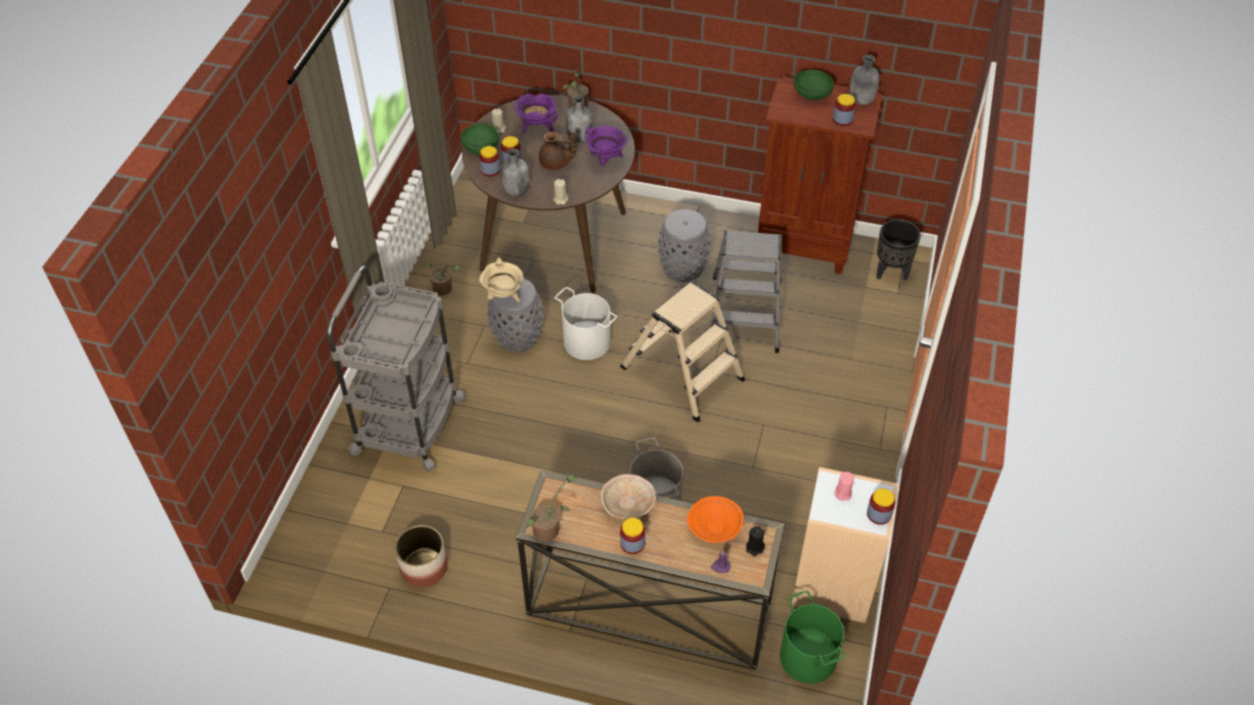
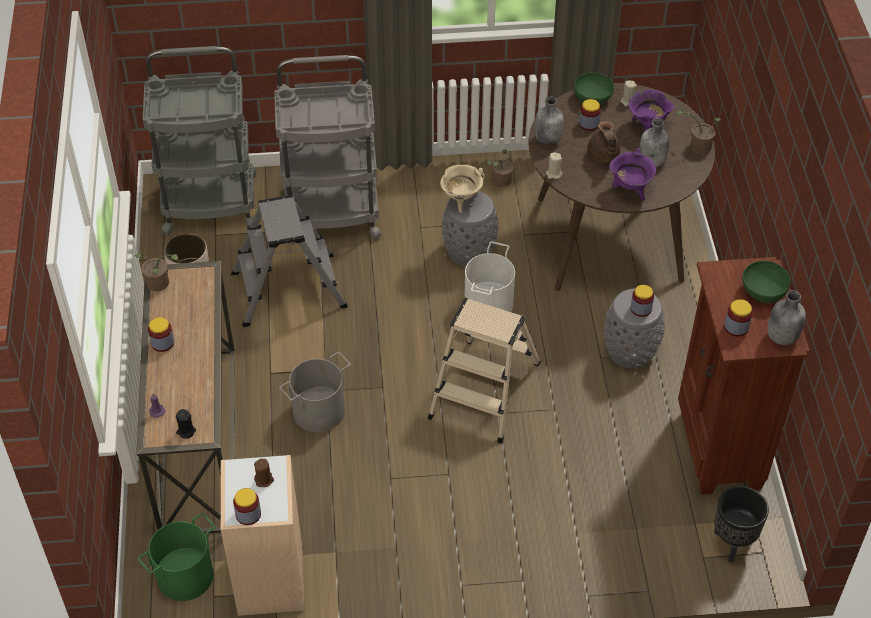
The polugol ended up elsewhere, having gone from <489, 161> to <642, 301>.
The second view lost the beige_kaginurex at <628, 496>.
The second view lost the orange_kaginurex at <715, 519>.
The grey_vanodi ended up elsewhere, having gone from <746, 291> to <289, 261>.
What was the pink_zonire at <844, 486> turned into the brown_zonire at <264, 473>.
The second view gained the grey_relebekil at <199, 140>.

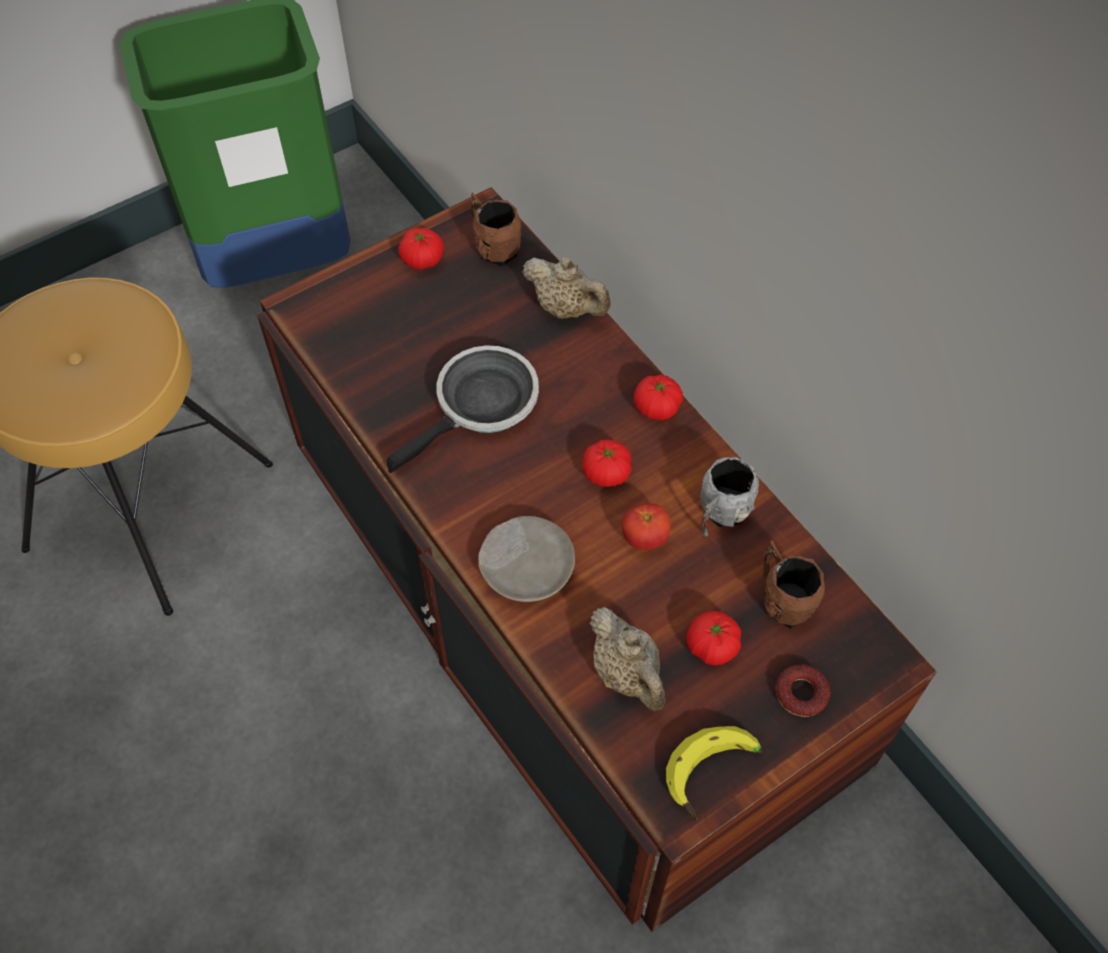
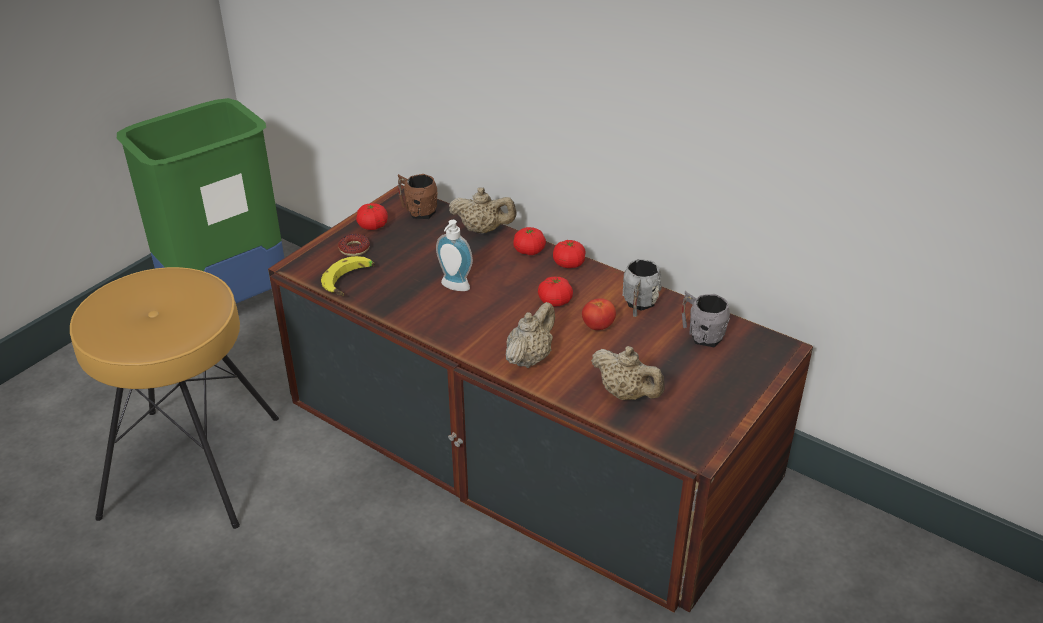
Where the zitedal stood at <463, 409>, the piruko came to stand at <454, 255>.
Where the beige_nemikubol stood at <526, 559>, the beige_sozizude came to stand at <530, 335>.
The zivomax ended up elsewhere, having gone from <714, 773> to <348, 276>.
The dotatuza ended up elsewhere, having gone from <713, 638> to <529, 241>.
What was the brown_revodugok at <793, 584> turned into the grey_revodugok at <706, 319>.
The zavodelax ended up elsewhere, having gone from <803, 690> to <354, 245>.

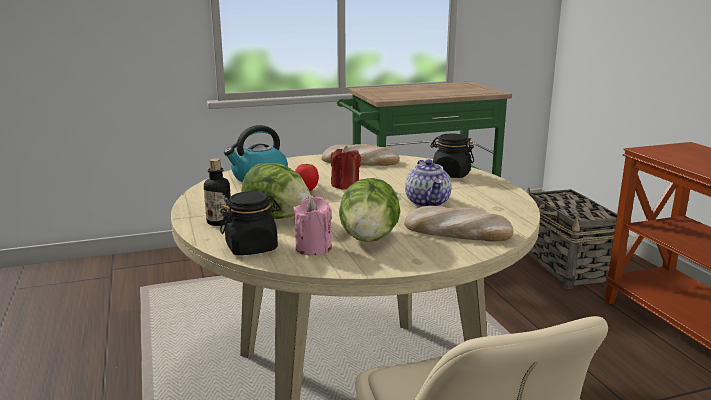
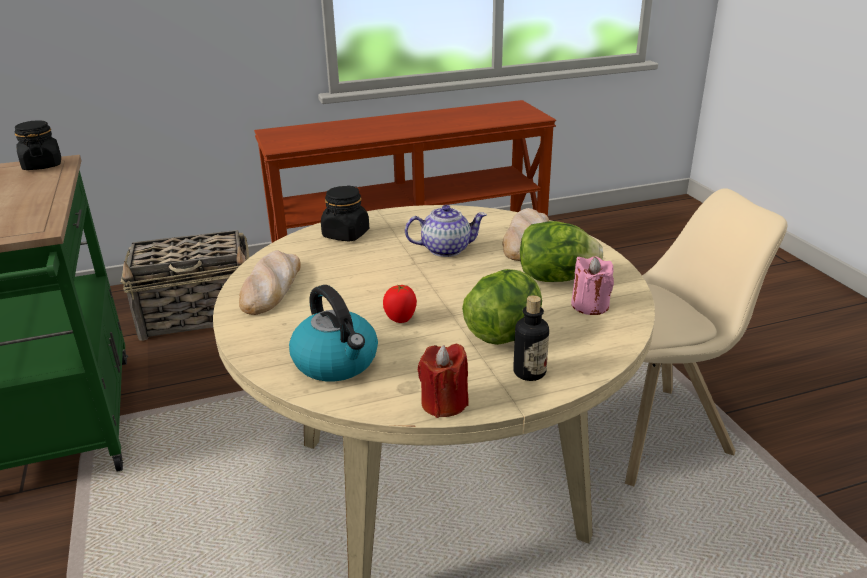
The black_polugol ended up elsewhere, having gone from <250, 223> to <38, 145>.
The red_zonire ended up elsewhere, having gone from <346, 168> to <443, 381>.

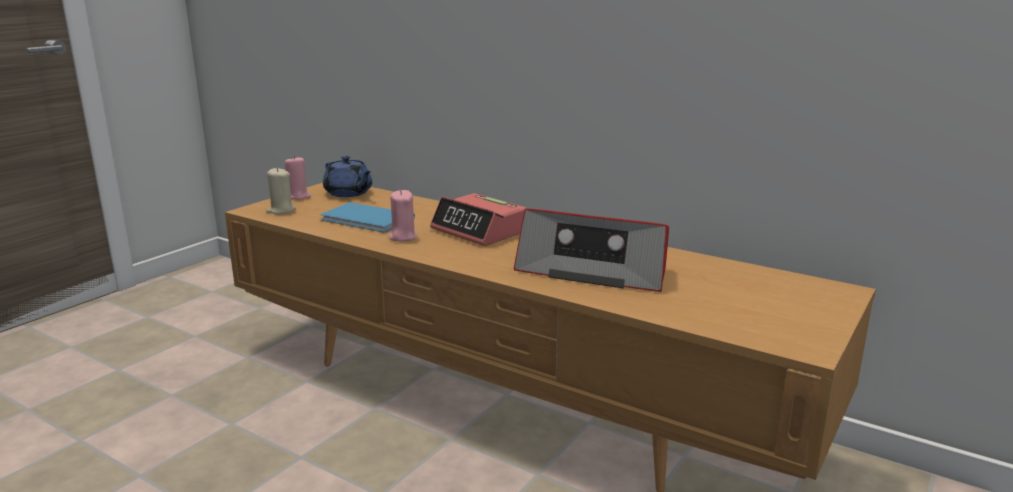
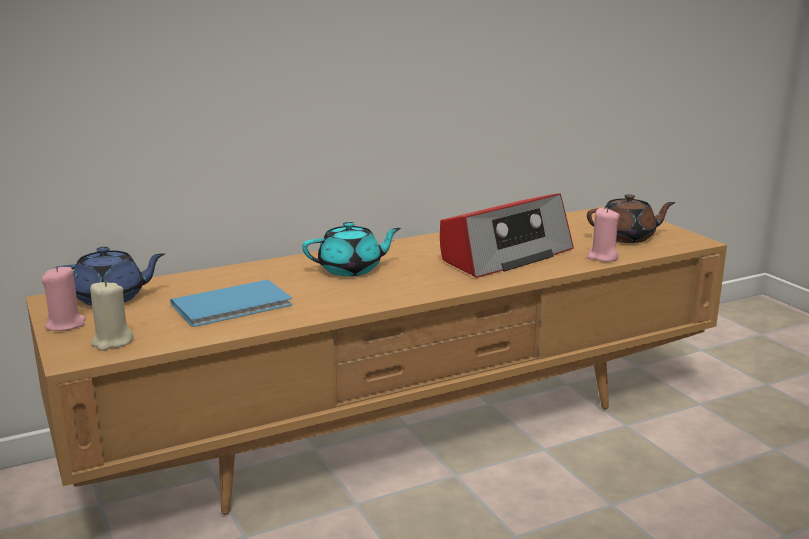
The pink_zonire ended up elsewhere, having gone from <403, 216> to <603, 235>.
Where the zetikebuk stood at <478, 219>, the turquoise_sozizude came to stand at <351, 249>.
The second view gained the brown_sozizude at <631, 218>.

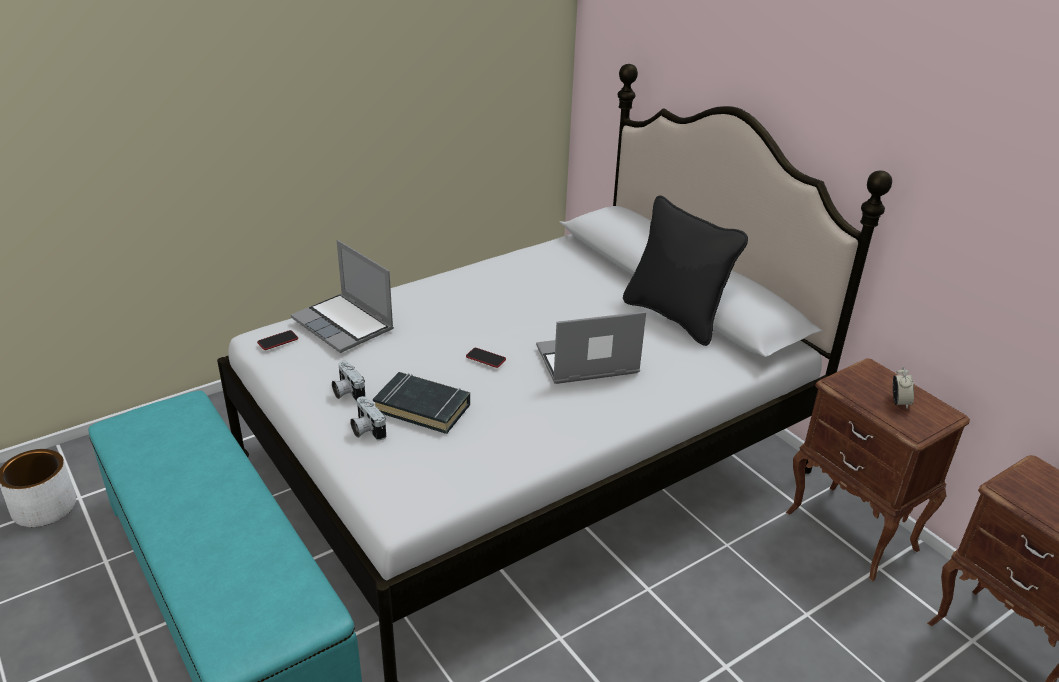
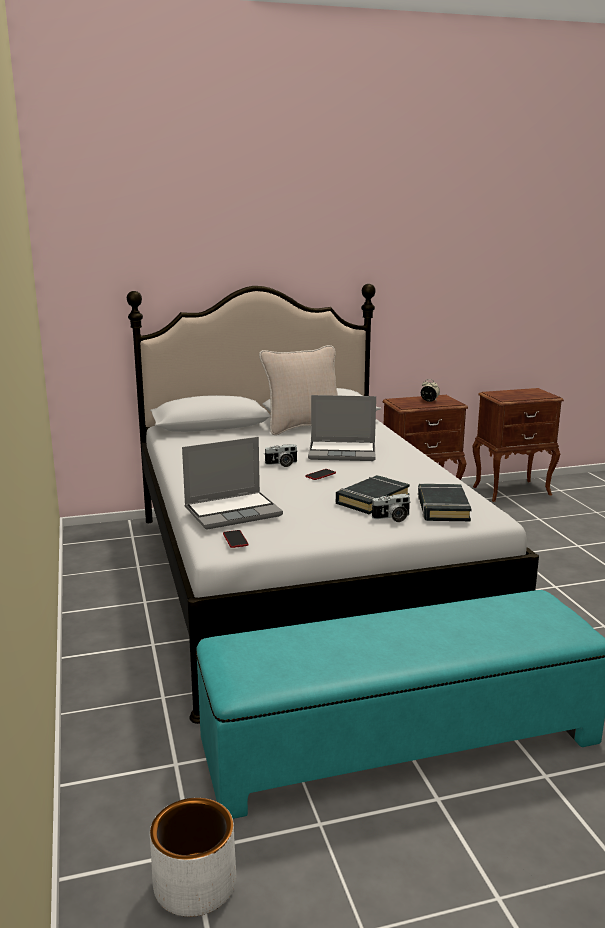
The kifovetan ended up elsewhere, having gone from <348, 381> to <281, 455>.
The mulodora at <591, 347> ended up facing another way, 90 degrees counterclockwise from before.
What was the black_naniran at <685, 271> turned into the beige_naniran at <298, 390>.
The second view gained the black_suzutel at <445, 502>.

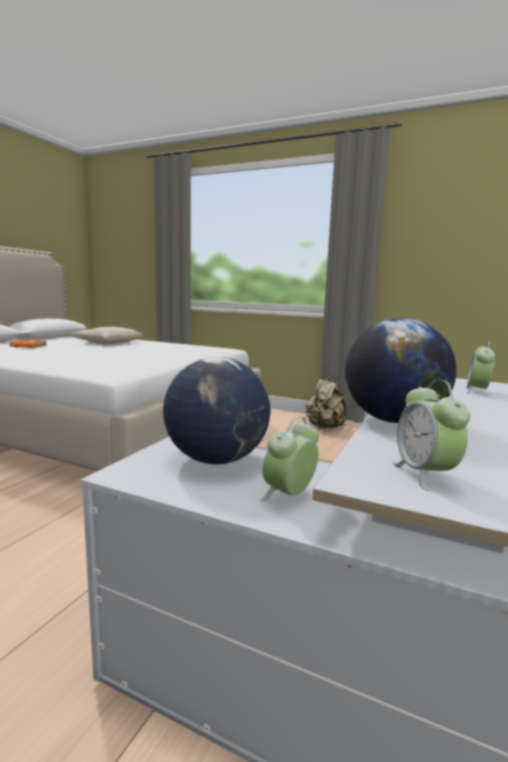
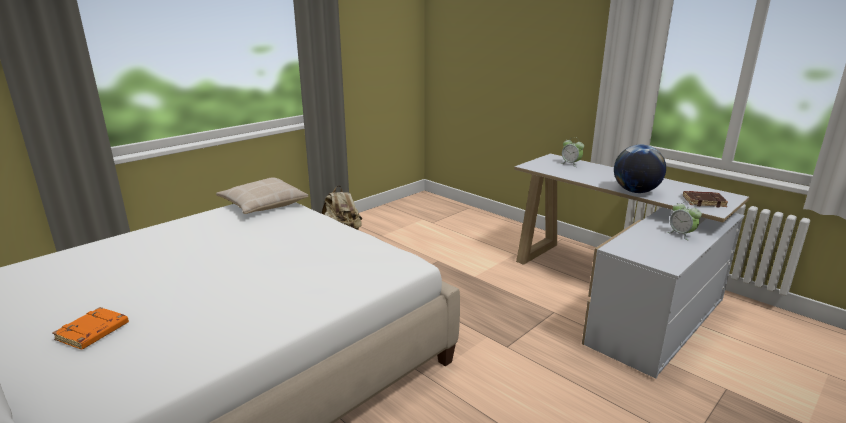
The beige_naniran ended up elsewhere, having gone from <107, 336> to <262, 195>.
The second view lost the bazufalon at <217, 411>.
Where the zetikebuk stood at <431, 435>, the brown_suzutel came to stand at <705, 199>.

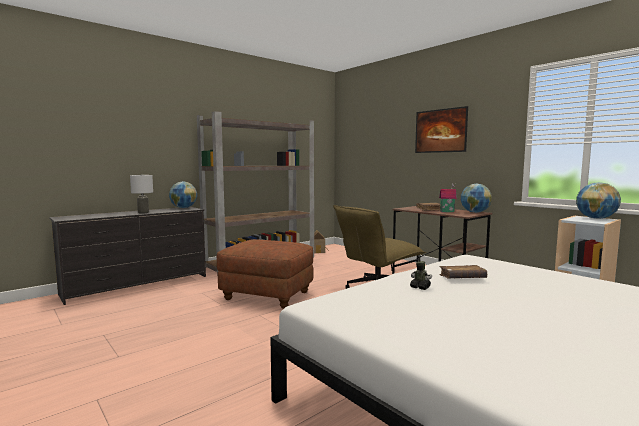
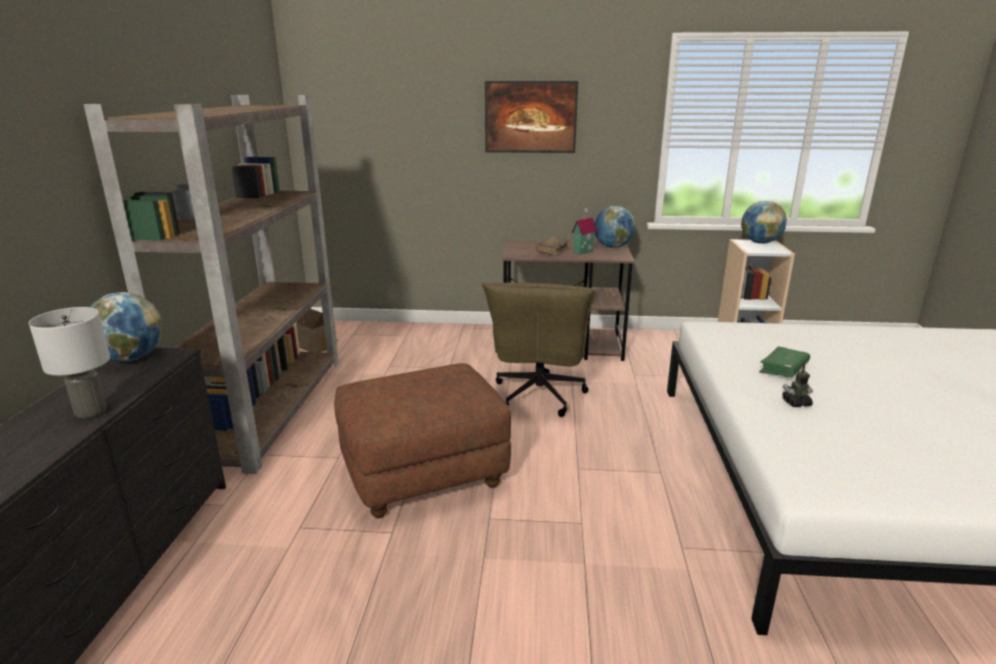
What was the brown_suzutel at <463, 271> turned into the green_suzutel at <784, 361>.

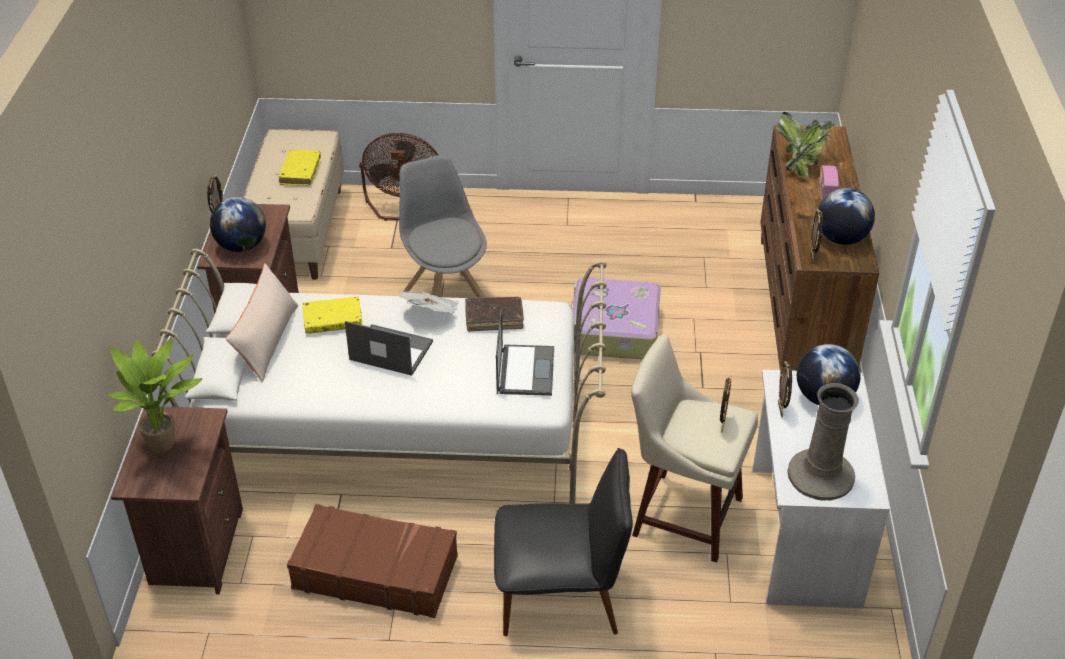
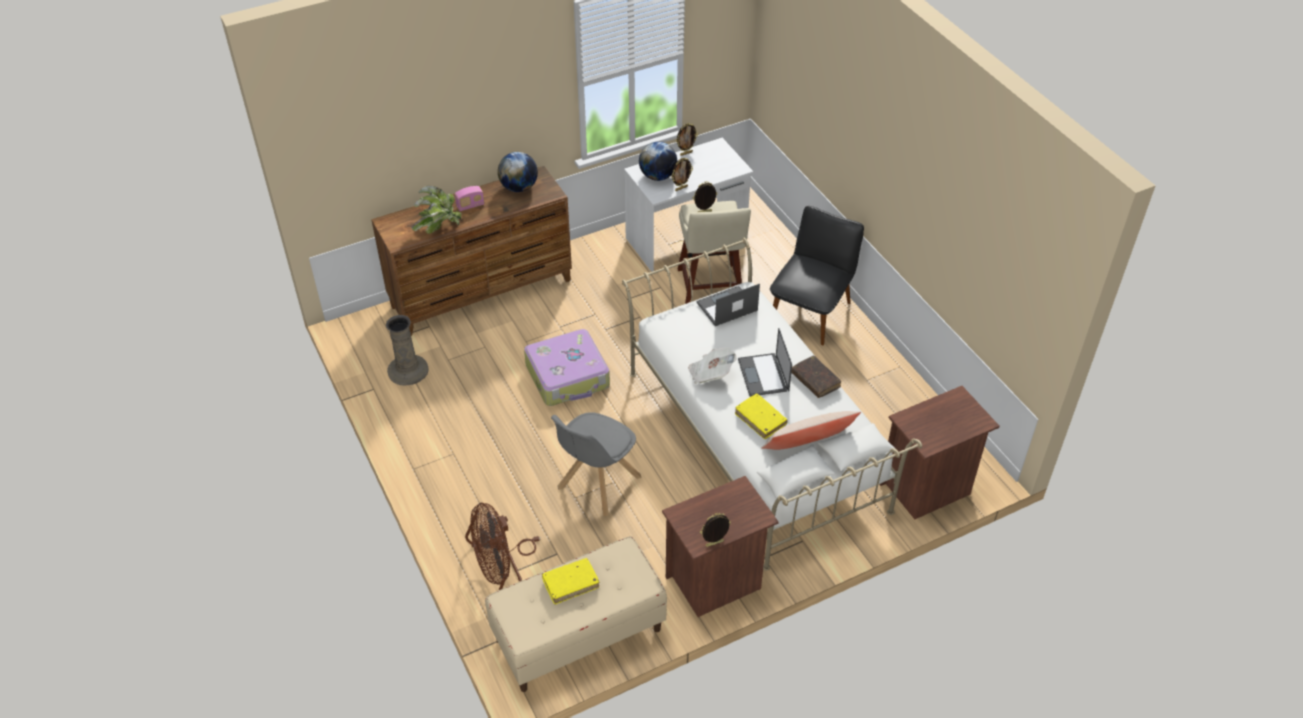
The second view lost the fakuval at <155, 395>.
The second view lost the bazufalon at <238, 224>.
The second view lost the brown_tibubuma at <372, 561>.
The brown_suzutel ended up elsewhere, having gone from <494, 314> to <816, 376>.
The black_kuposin at <563, 542> ended up facing another way, 60 degrees clockwise from before.
The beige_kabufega ended up elsewhere, having gone from <823, 441> to <407, 350>.
The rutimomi ended up elsewhere, having gone from <816, 235> to <687, 139>.

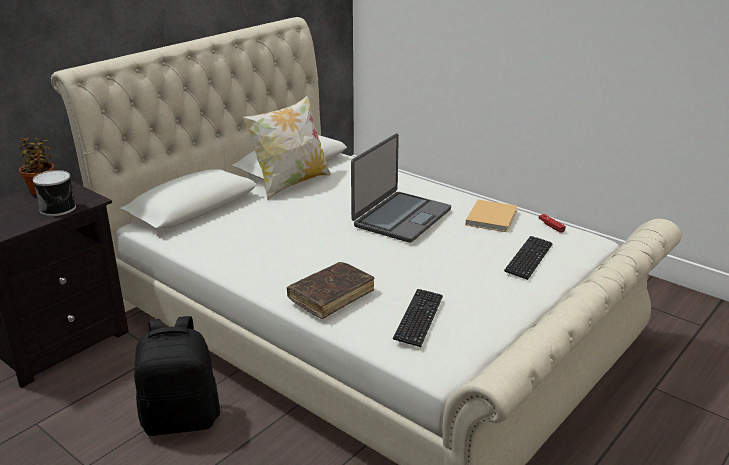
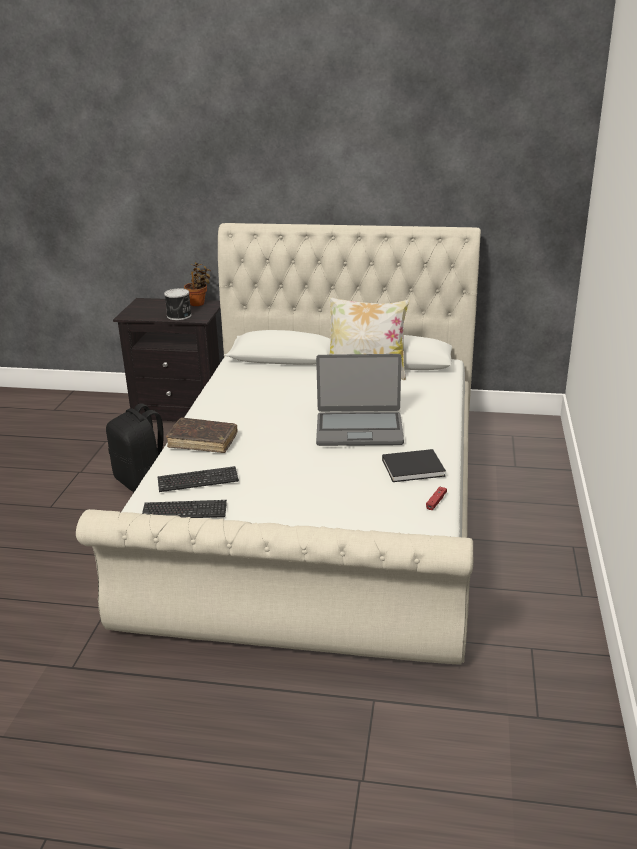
What was the beige_suzutel at <492, 216> turned into the black_suzutel at <414, 465>.
The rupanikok ended up elsewhere, having gone from <528, 258> to <184, 509>.

